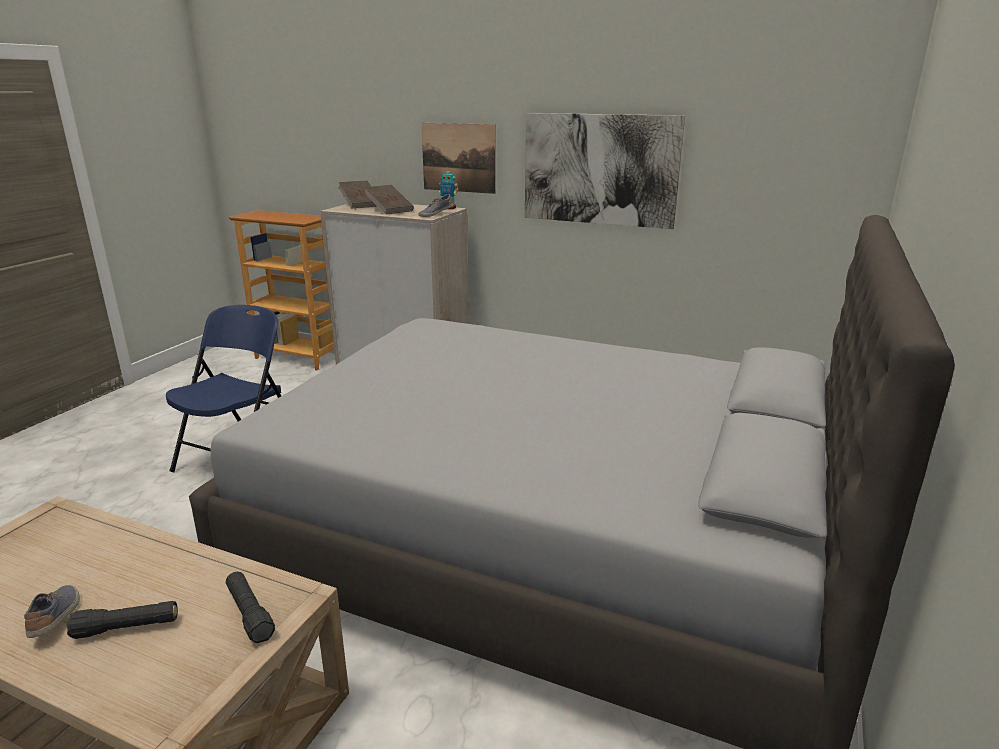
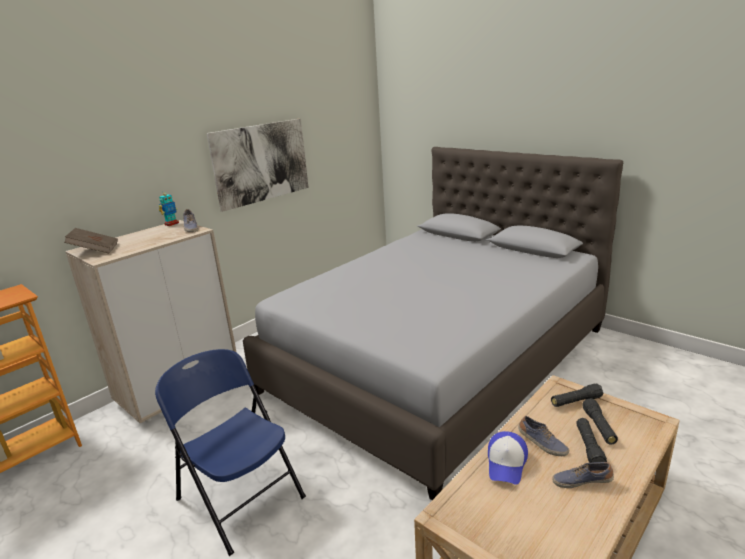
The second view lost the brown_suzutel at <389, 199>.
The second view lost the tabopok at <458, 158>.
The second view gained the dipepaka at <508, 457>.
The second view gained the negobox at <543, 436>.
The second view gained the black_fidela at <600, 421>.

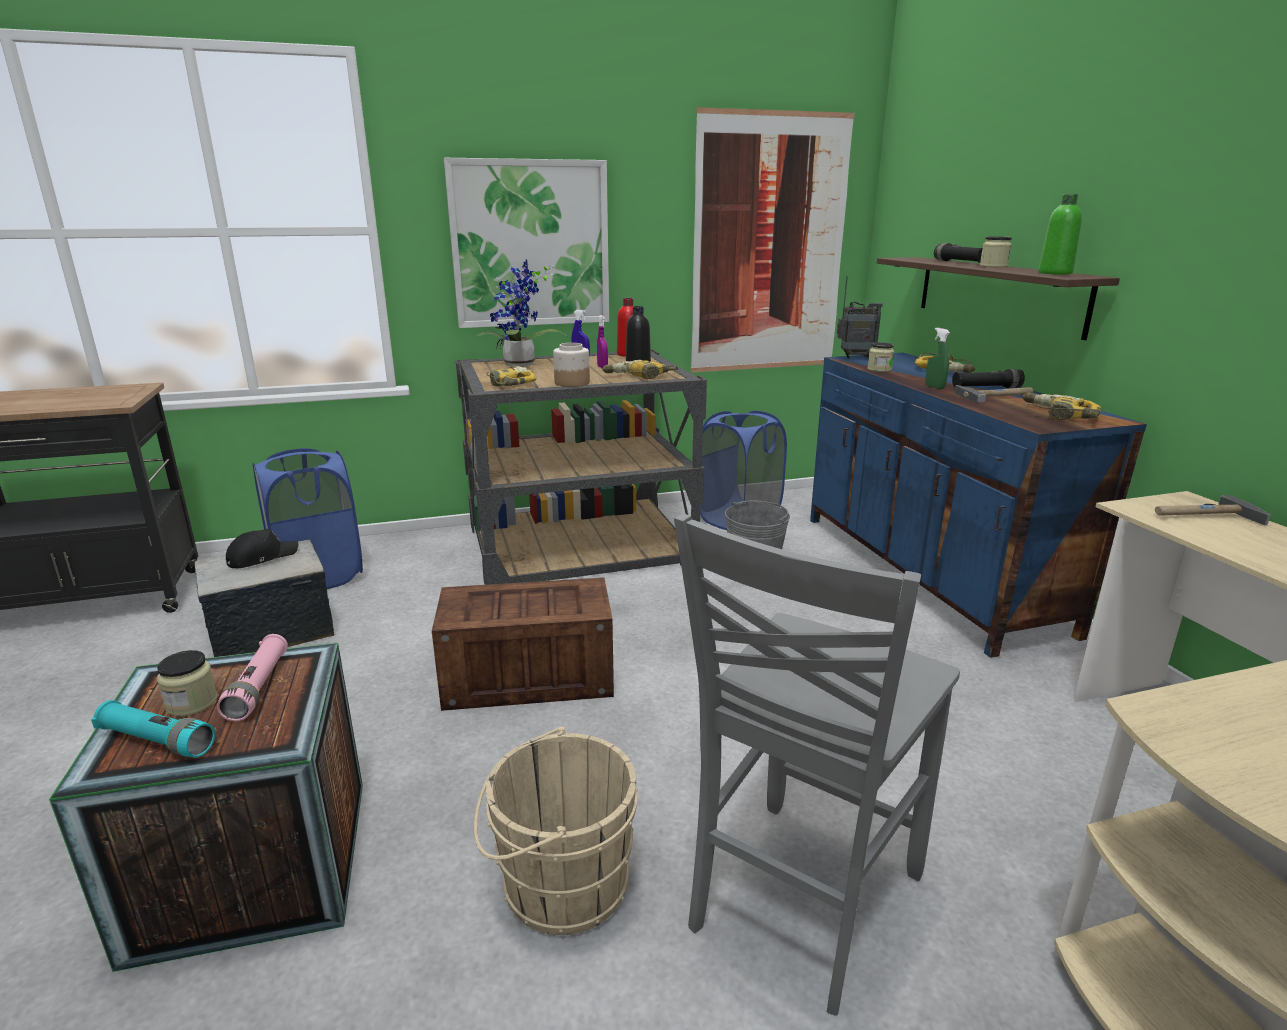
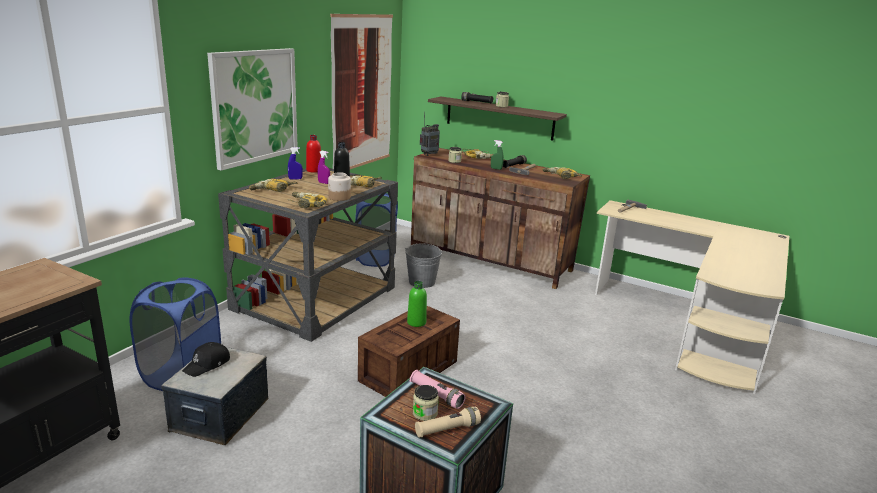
What was the turquoise_fidela at <153, 729> turned into the beige_fidela at <448, 422>.
The black_dipepaka at <262, 548> ended up facing another way, 150 degrees counterclockwise from before.
The second view lost the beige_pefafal at <556, 831>.
Where the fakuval stood at <521, 313>, the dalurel came to stand at <273, 185>.
The second view lost the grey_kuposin at <817, 764>.
What was the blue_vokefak at <978, 505> turned into the brown_vokefak at <500, 218>.
The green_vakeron ended up elsewhere, having gone from <1060, 234> to <417, 304>.

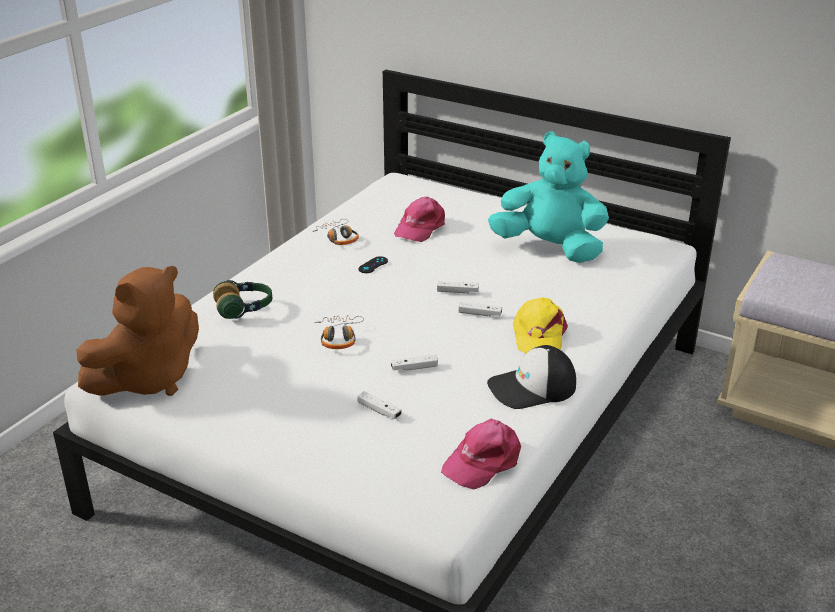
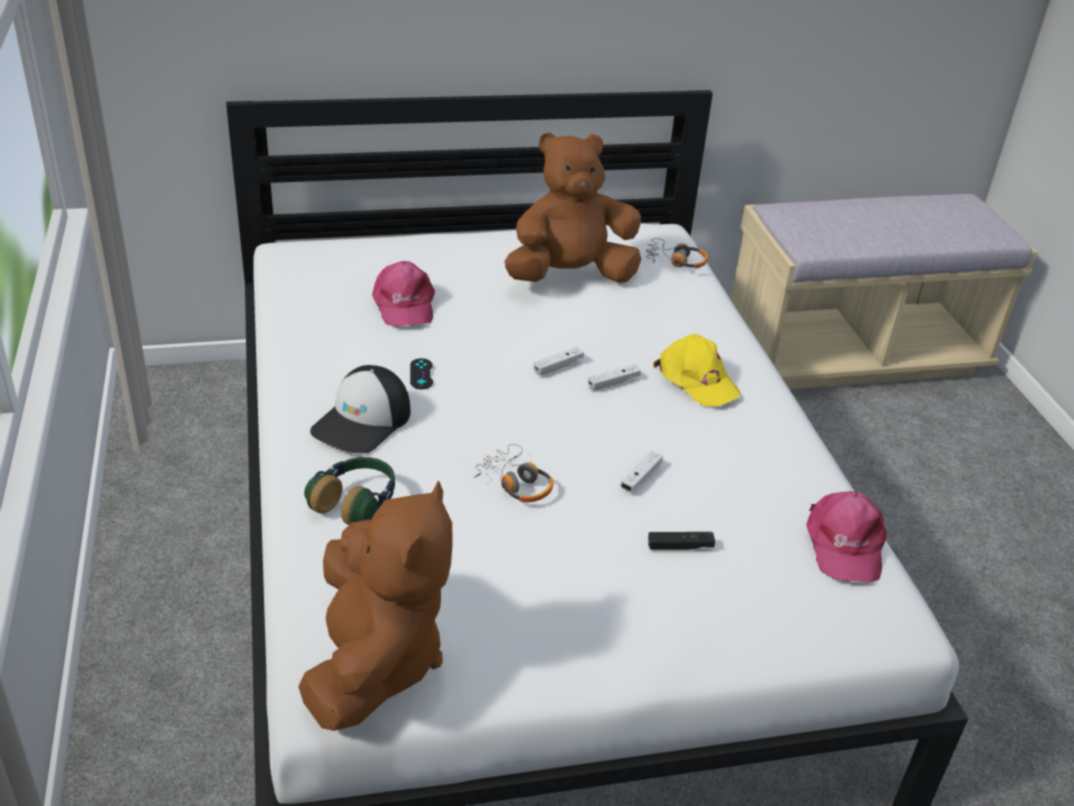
The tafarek ended up elsewhere, having gone from <336, 232> to <677, 253>.
What was the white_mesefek at <379, 405> turned into the black_mesefek at <681, 541>.
The dipepaka ended up elsewhere, having gone from <531, 377> to <360, 409>.
What was the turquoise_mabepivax at <548, 197> turned into the brown_mabepivax at <572, 207>.

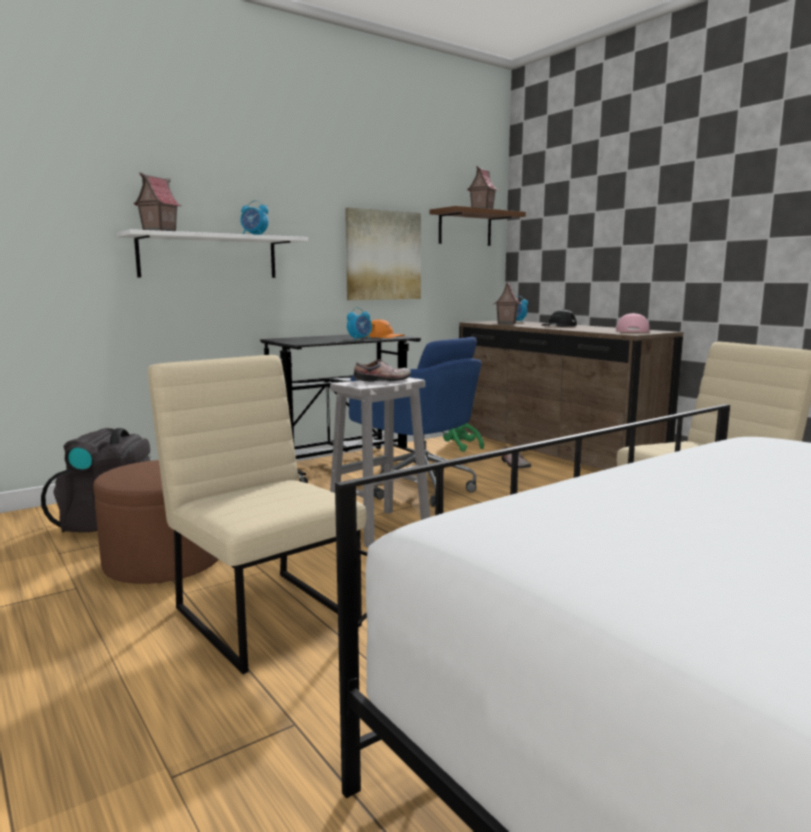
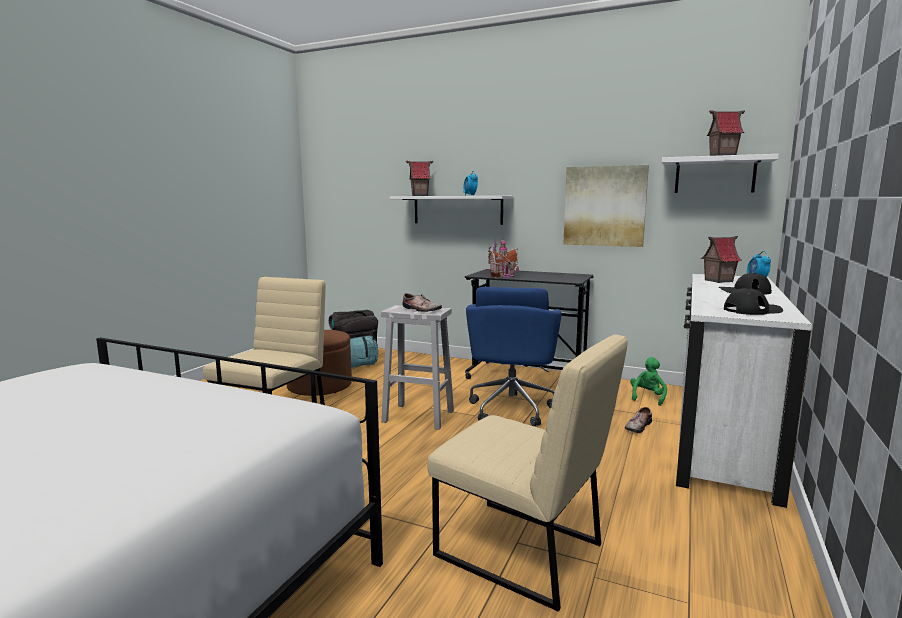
The second view lost the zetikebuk at <359, 323>.
The second view lost the orange_dipepaka at <385, 328>.
What was the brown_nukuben at <478, 226> turned into the white_nukuben at <720, 173>.
What was the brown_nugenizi at <571, 395> turned into the white_nugenizi at <744, 391>.
What was the pink_dipepaka at <632, 322> turned into the black_dipepaka at <753, 301>.
The second view gained the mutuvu at <503, 258>.

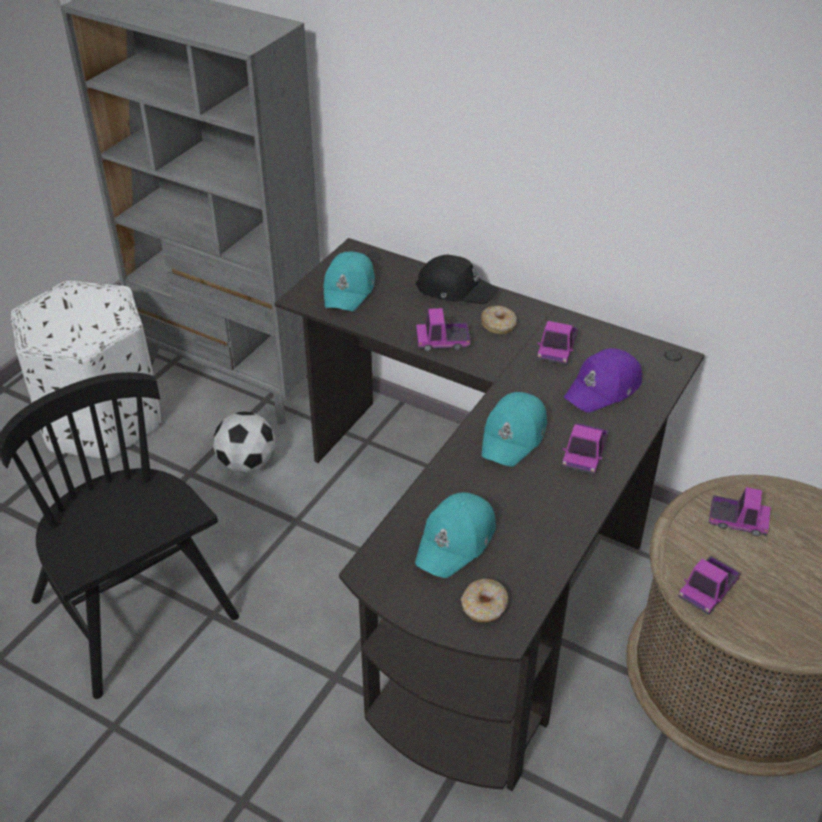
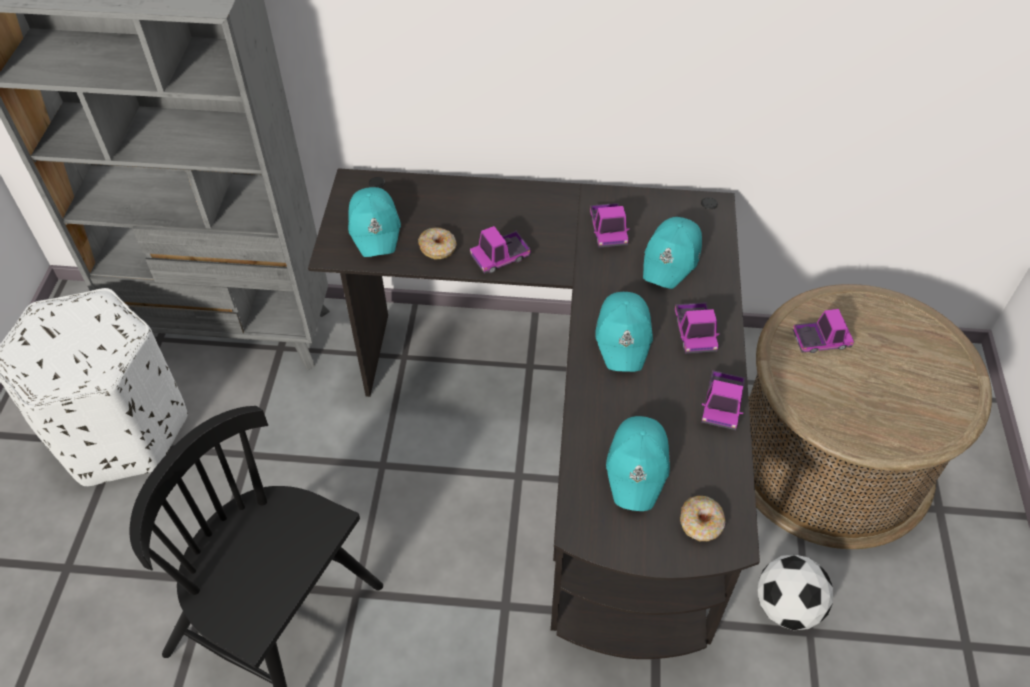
The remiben ended up elsewhere, having gone from <244, 442> to <795, 592>.
The second view lost the black_dipepaka at <457, 279>.
The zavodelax ended up elsewhere, having gone from <499, 319> to <437, 243>.
What was the purple_dipepaka at <603, 380> turned into the turquoise_dipepaka at <672, 253>.
The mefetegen ended up elsewhere, having gone from <709, 585> to <723, 400>.

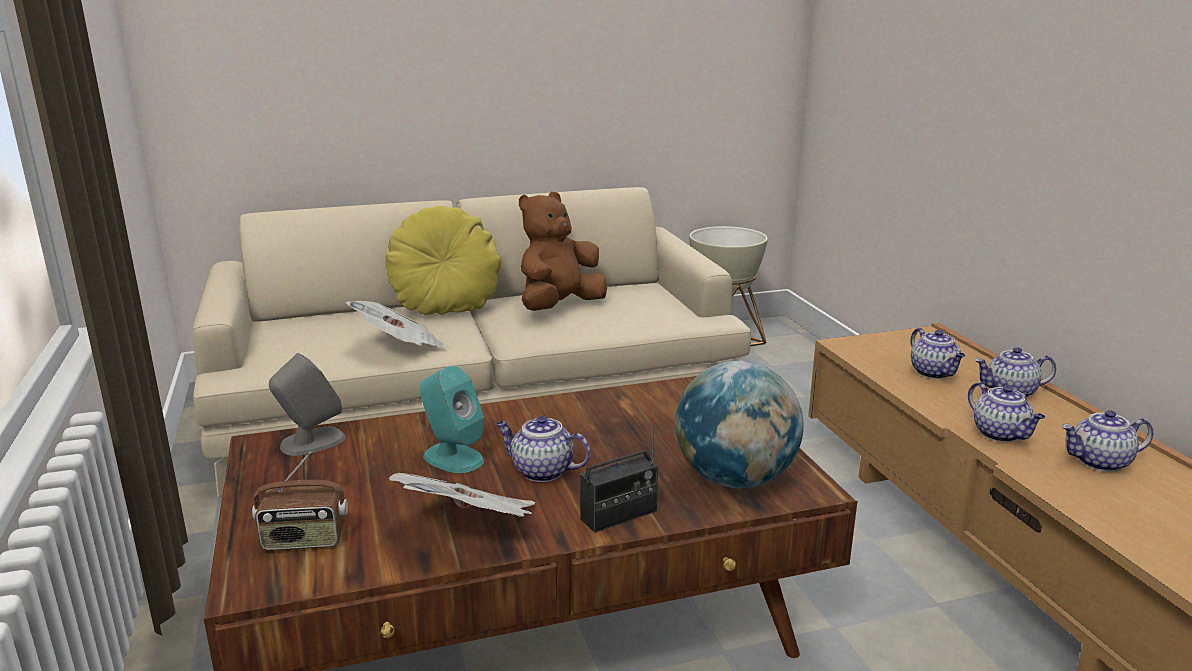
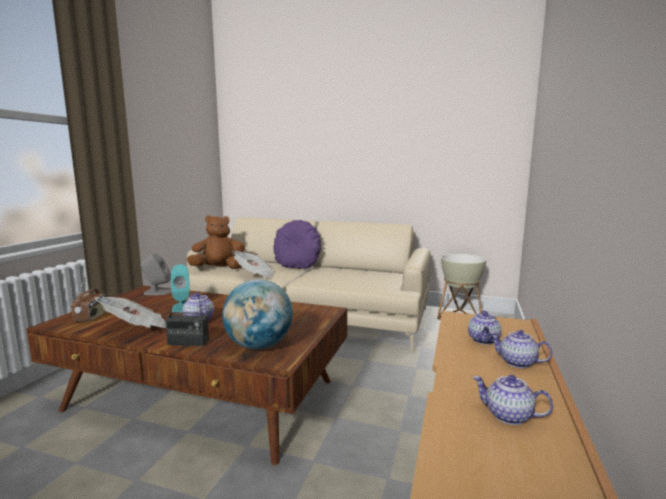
The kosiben at <300, 501> ended up facing another way, 120 degrees counterclockwise from before.
What was the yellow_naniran at <443, 260> turned into the purple_naniran at <297, 244>.
The brown_mabepivax ended up elsewhere, having gone from <563, 251> to <216, 242>.
The second view lost the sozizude at <1006, 412>.

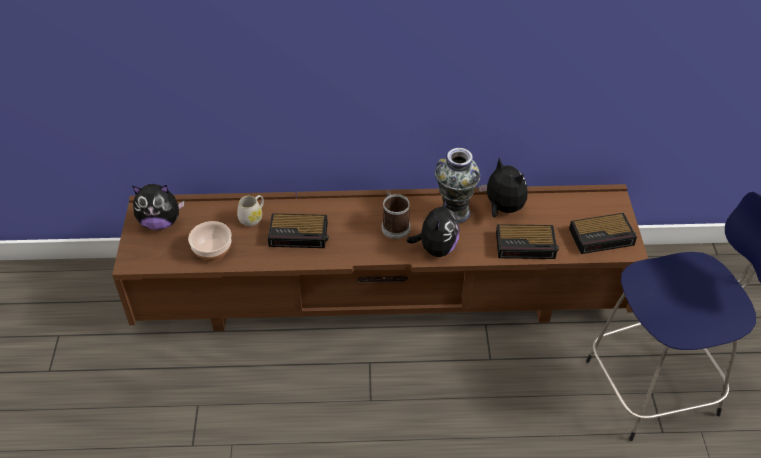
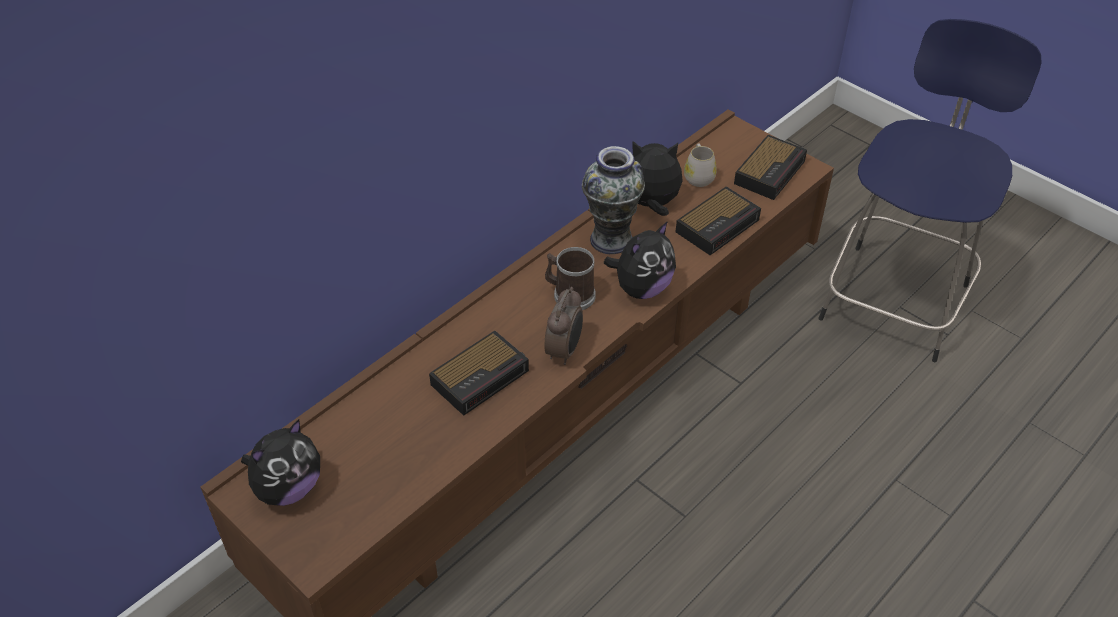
The second view lost the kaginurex at <209, 241>.
The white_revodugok ended up elsewhere, having gone from <250, 210> to <700, 165>.
The mabepivax at <433, 227> ended up facing another way, 75 degrees clockwise from before.
The second view gained the zetikebuk at <563, 326>.

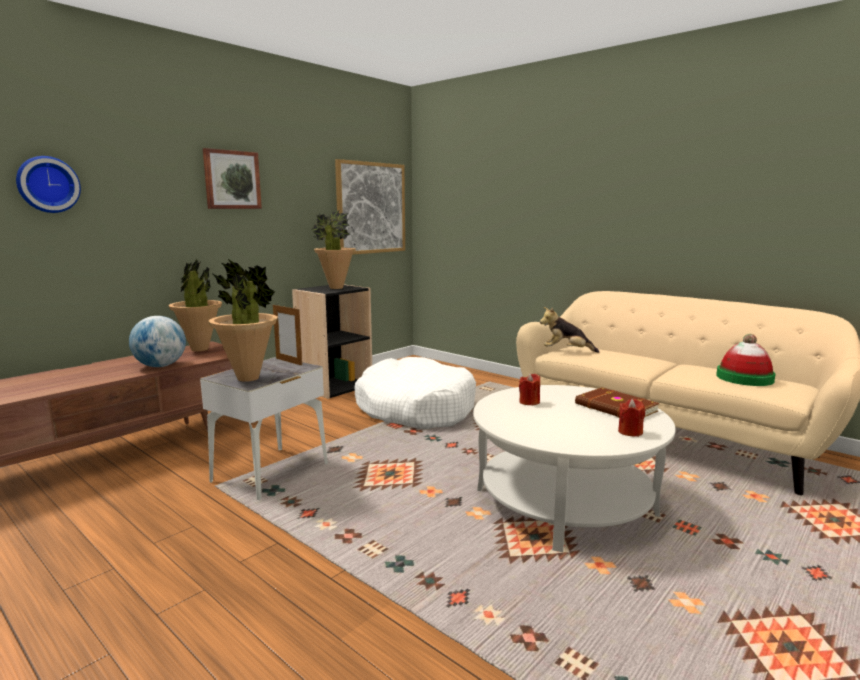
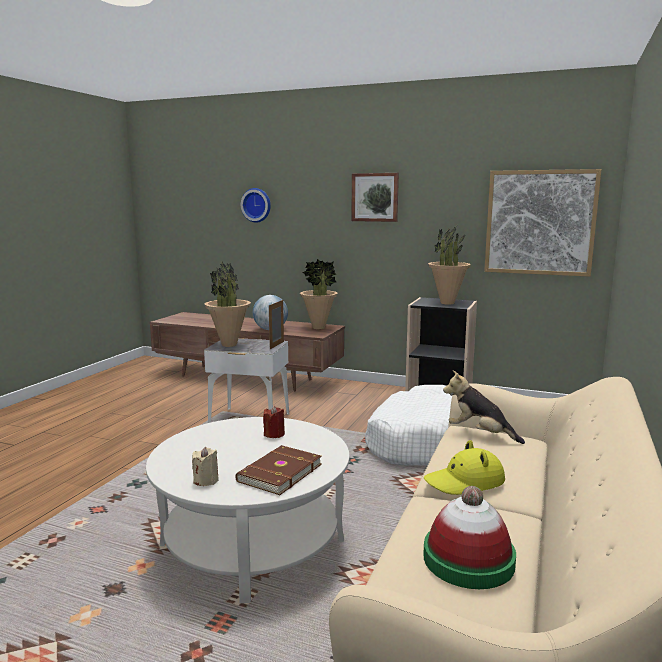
The mabepivax at <569, 330> ended up facing another way, 45 degrees counterclockwise from before.
What was the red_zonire at <631, 418> turned into the beige_zonire at <205, 466>.
The second view gained the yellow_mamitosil at <464, 467>.

